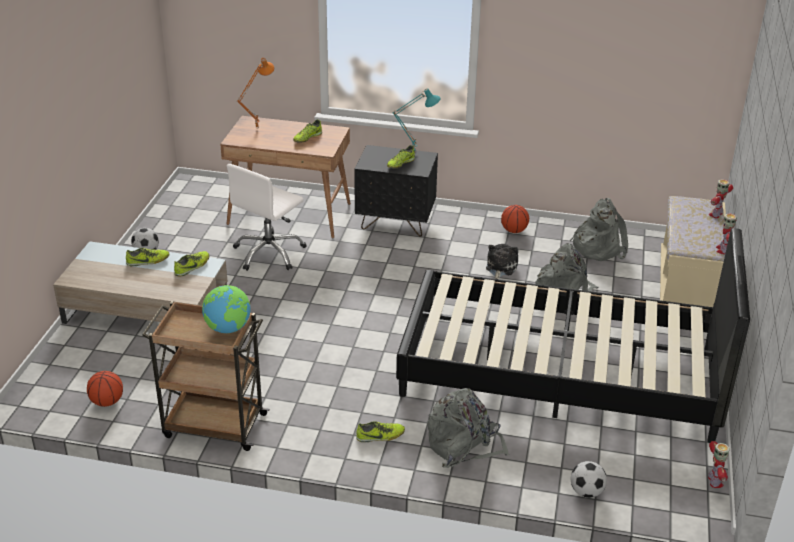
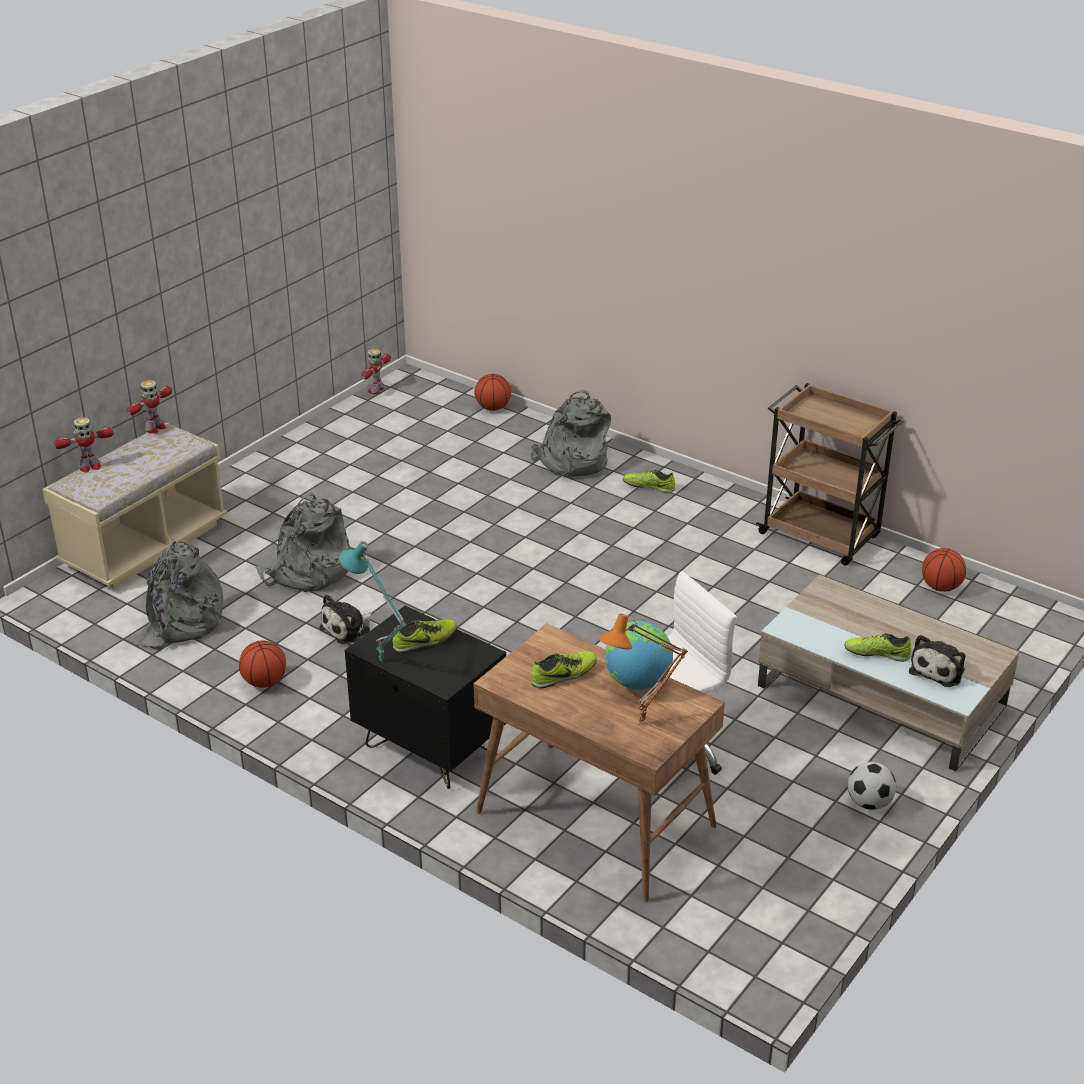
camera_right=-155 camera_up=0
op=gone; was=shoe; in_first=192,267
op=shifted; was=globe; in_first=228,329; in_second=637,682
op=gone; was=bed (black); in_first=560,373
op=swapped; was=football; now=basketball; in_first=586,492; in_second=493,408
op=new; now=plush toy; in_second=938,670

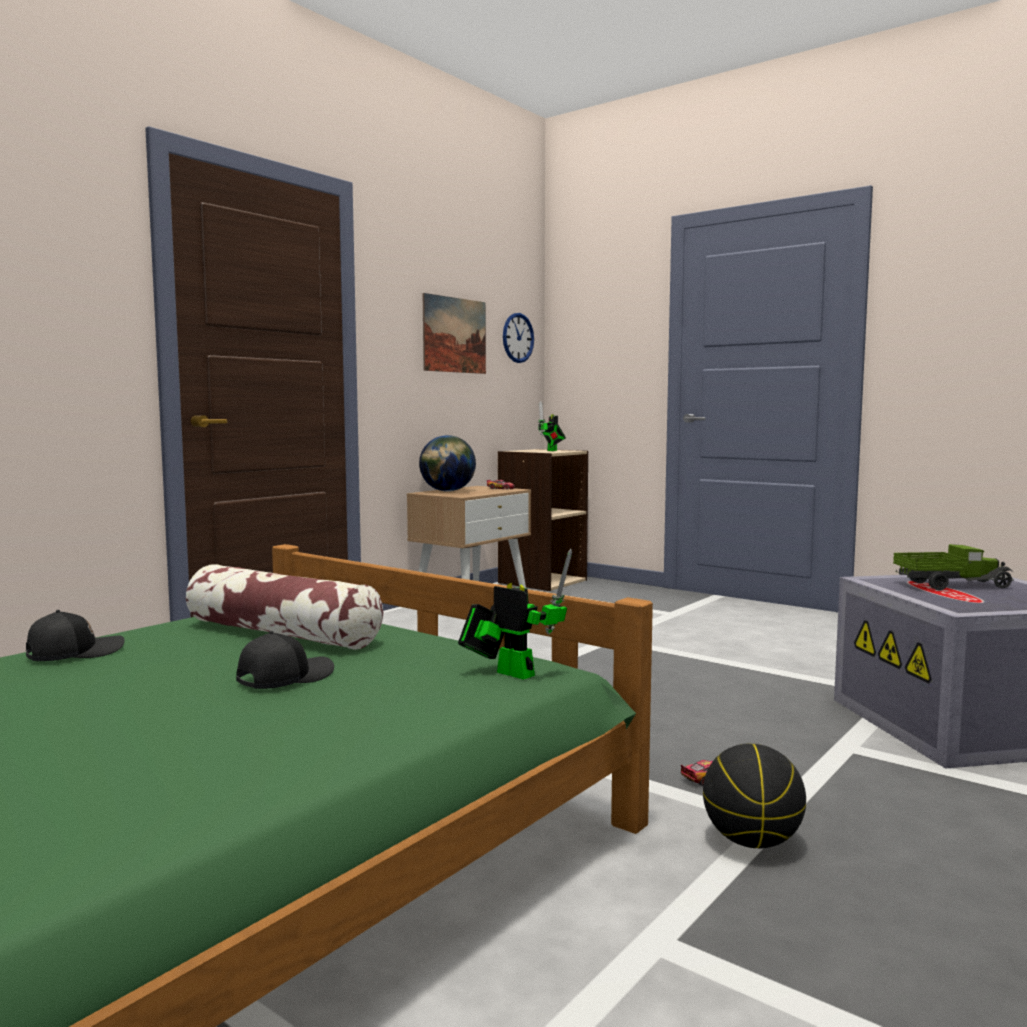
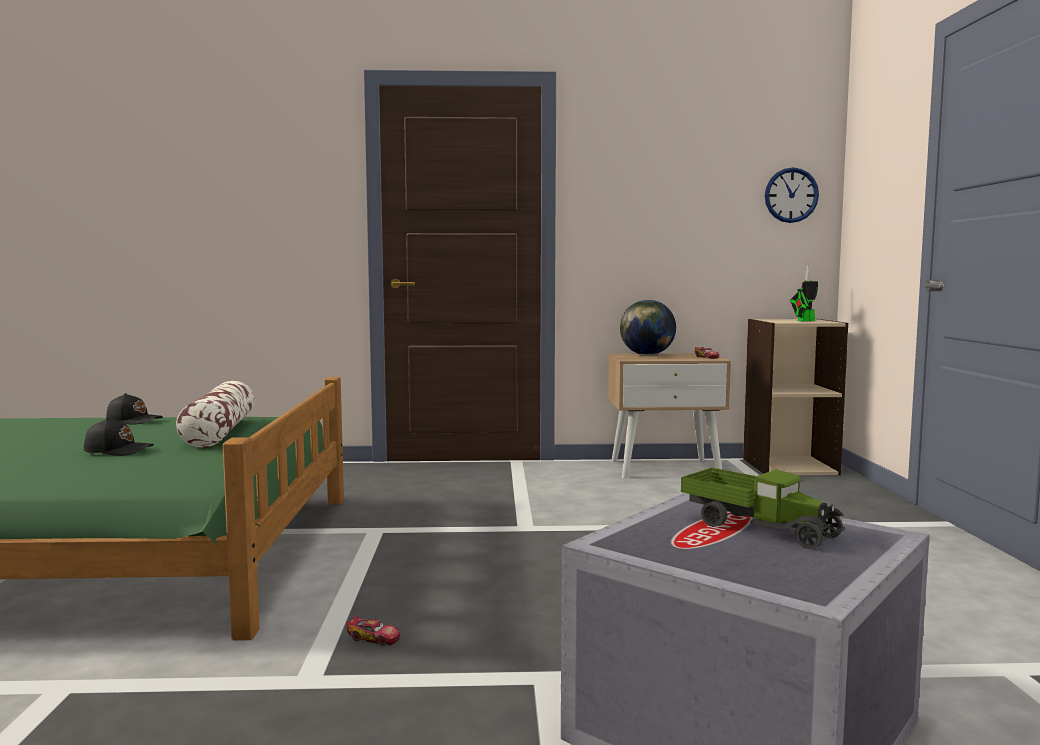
camera_right=50 camera_up=0
op=gone; was=picture; in_first=454,335
op=gone; was=toy robot; in_first=510,672
op=gone; was=basketball; in_first=751,842

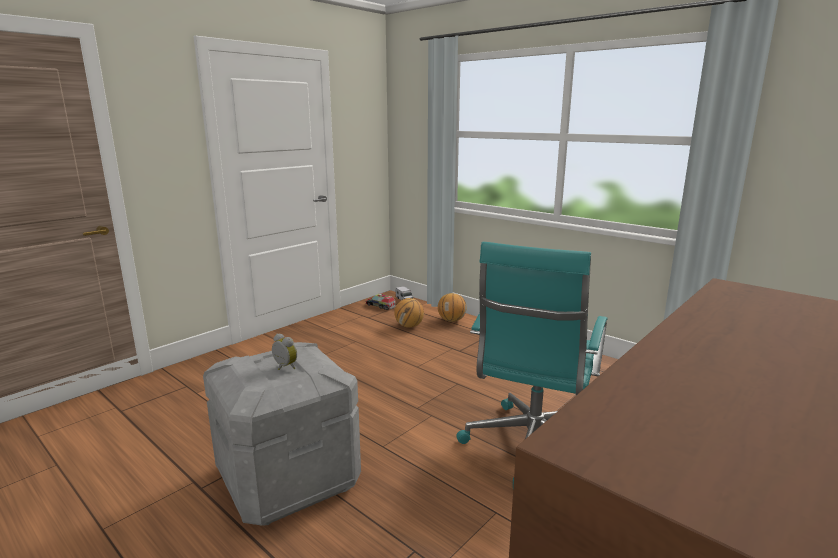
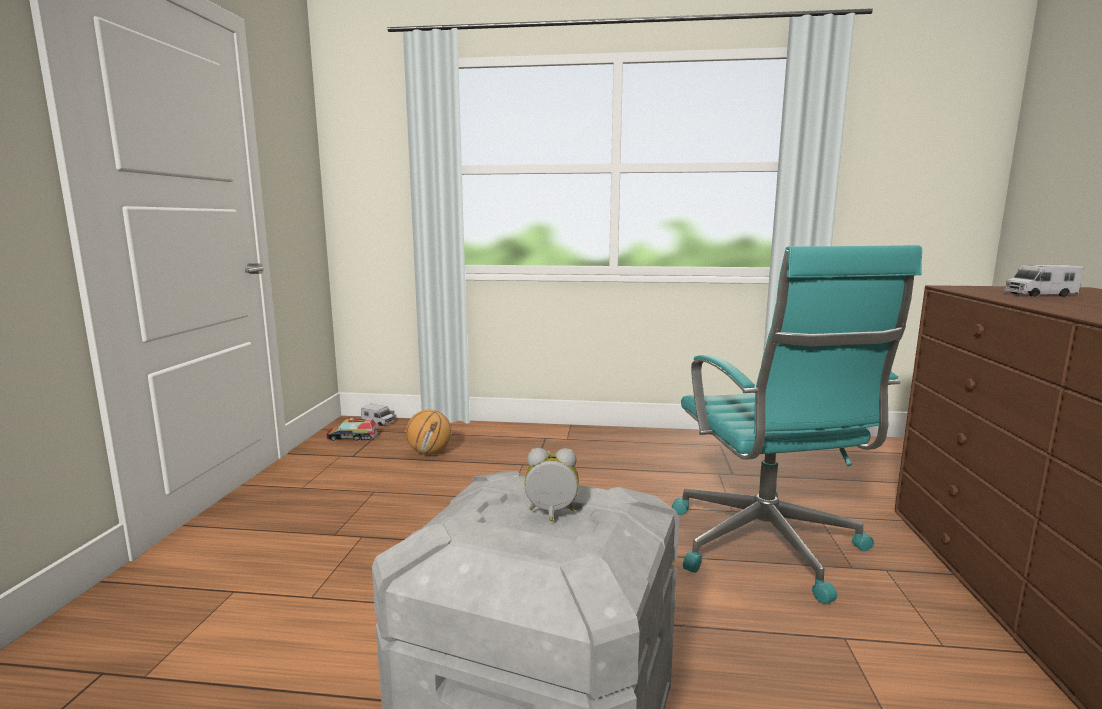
camera_right=-35 camera_up=-5
op=gone; was=basketball; in_first=451,320
op=new; now=toy truck; in_second=1039,295

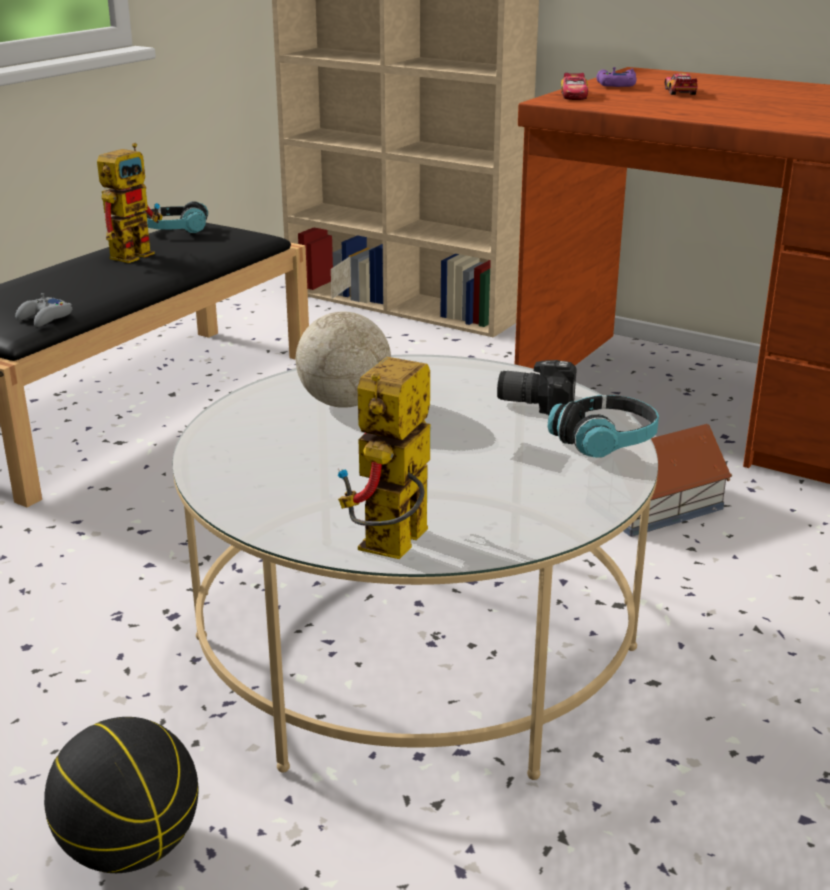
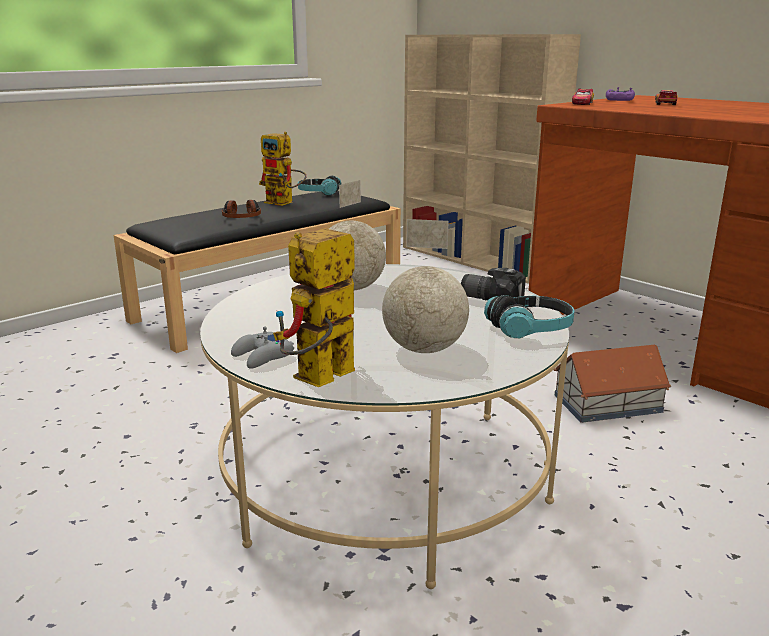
camera_right=15 camera_up=-5
op=shifted; was=game controller (grey); in_first=45,318; in_second=262,356
op=gone; was=basketball; in_first=131,847
op=rotated; was=toy robot; in_first=135,253; in_second=285,203; clockwise=75
op=new; now=headphones; in_second=242,218
op=new; now=globe; in_second=425,350

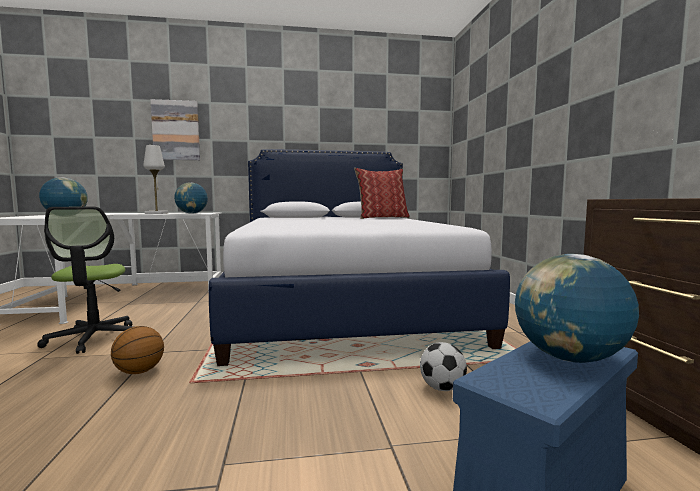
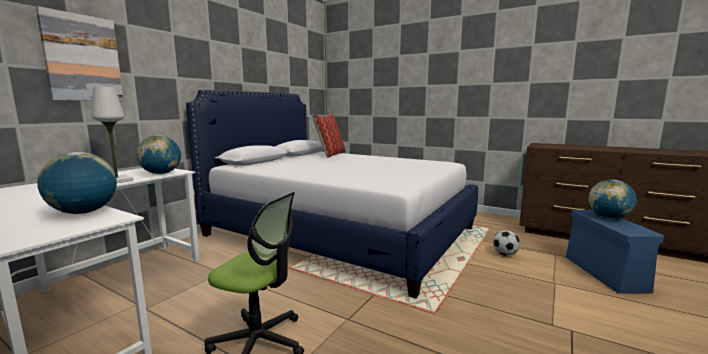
camera_right=-50 camera_up=5
op=gone; was=basketball; in_first=139,372

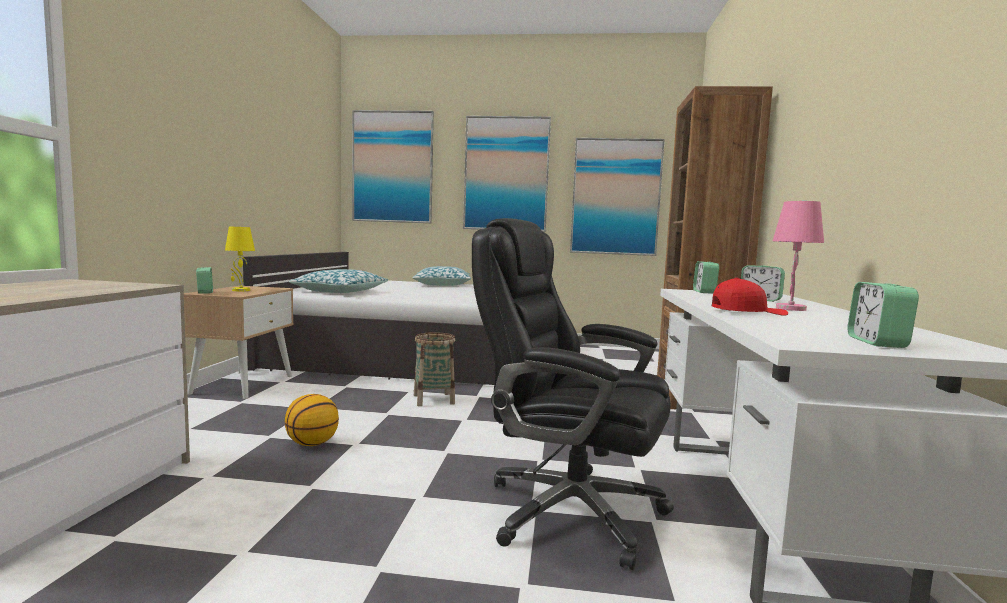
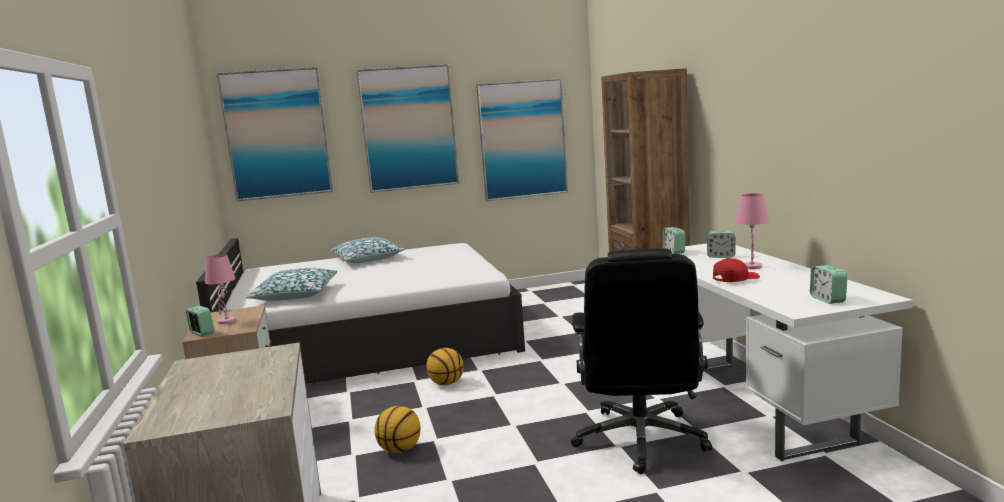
camera_right=-20 camera_up=5
op=repainted; was=table lamp (yellow); now=table lamp (pink); in_first=240,290; in_second=227,321
op=swapped; was=basket; now=basketball; in_first=434,399; in_second=446,383
op=rotated; was=office chair (black); in_first=568,510; in_second=640,440; clockwise=-90

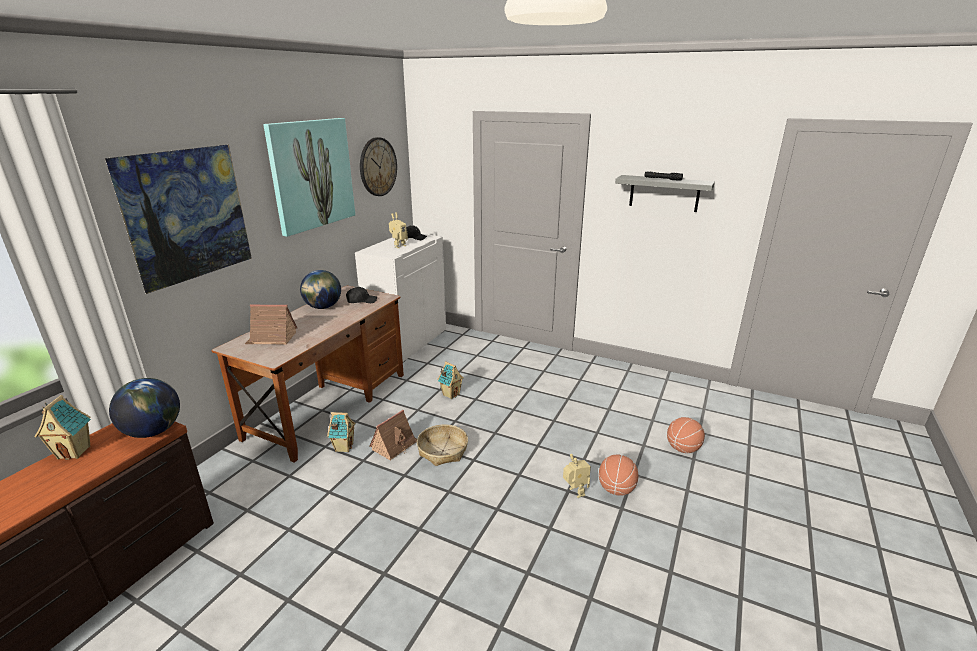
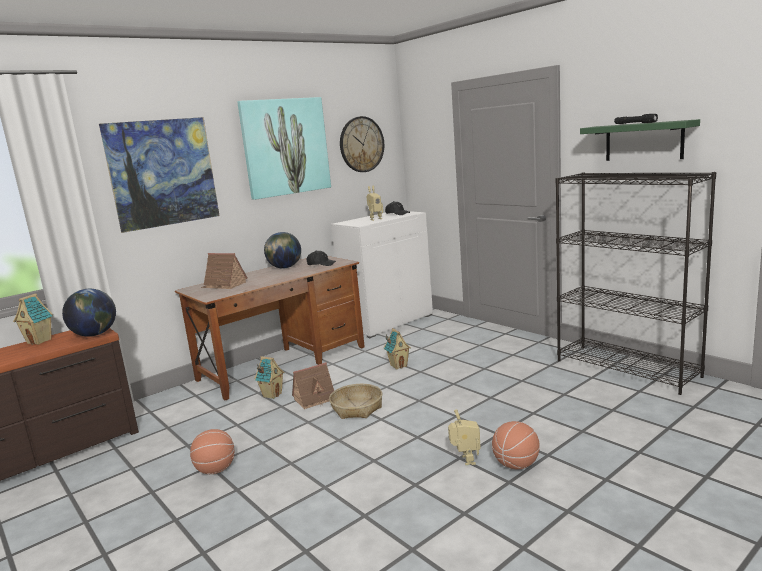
camera_right=25 camera_up=-10
op=repainted; was=shelf (grey); now=shelf (green); in_first=664,193; in_second=643,141
op=shifted; was=basketball; in_first=683,448; in_second=216,470
op=new; now=bookcase (black); in_second=627,368

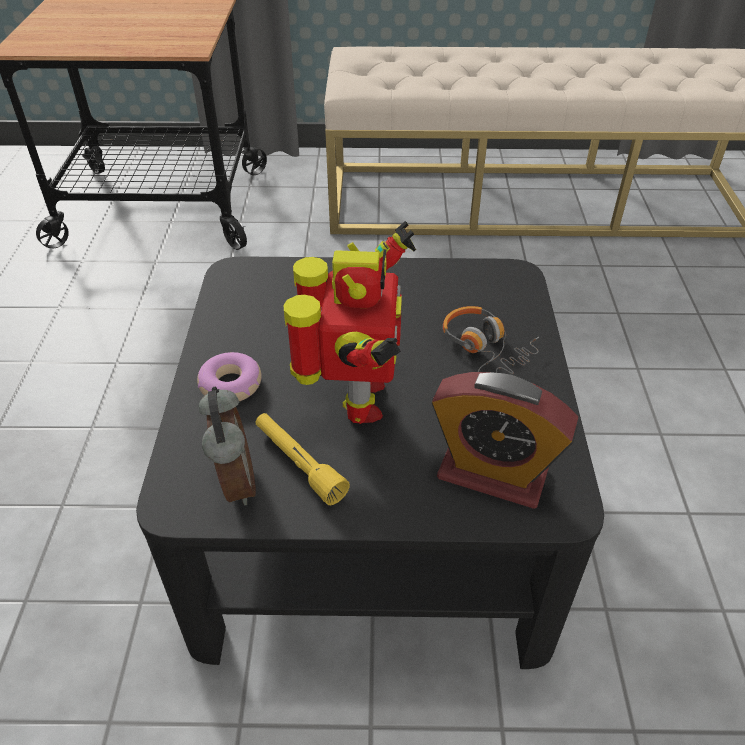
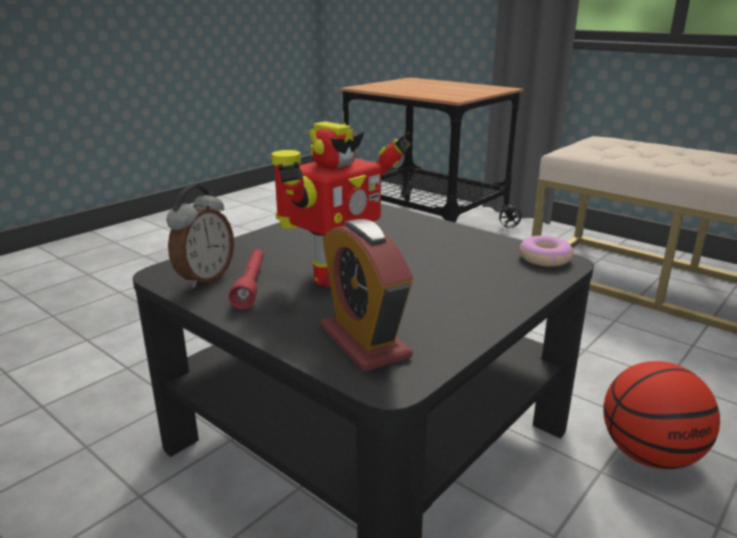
camera_right=40 camera_up=-20
op=shifted; was=donut; in_first=231,385; in_second=545,258
op=repainted; was=flashlight (yellow); now=flashlight (red); in_first=299,464; in_second=251,285
op=gone; was=headphones; in_first=484,349
op=new; now=basketball; in_second=649,455

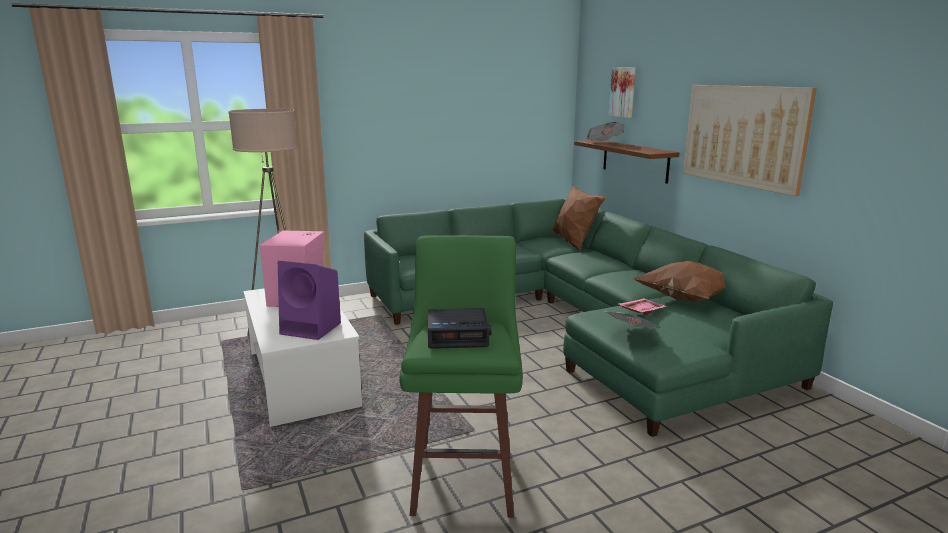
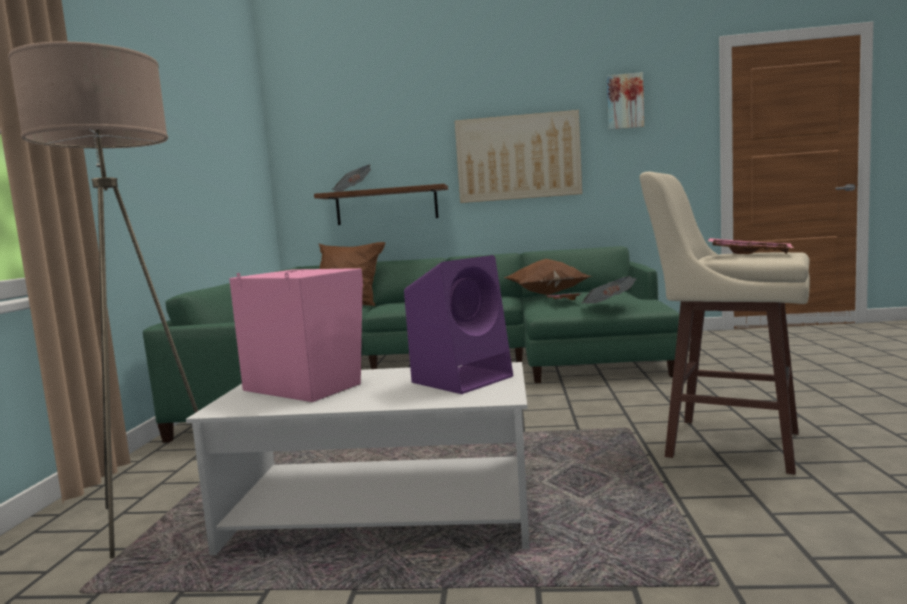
camera_right=-60 camera_up=-10
op=repainted; was=stool (green); now=stool (beige); in_first=465,480; in_second=728,443
op=swapped; was=alarm clock; now=tray (pink); in_first=458,335; in_second=749,254
op=shifted; was=picture; in_first=623,92; in_second=624,101

